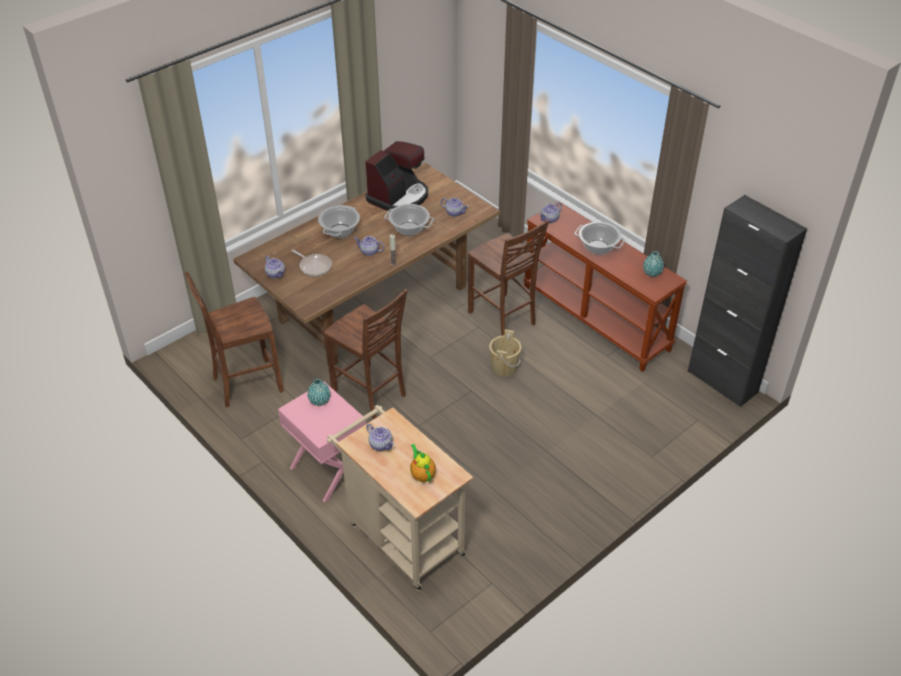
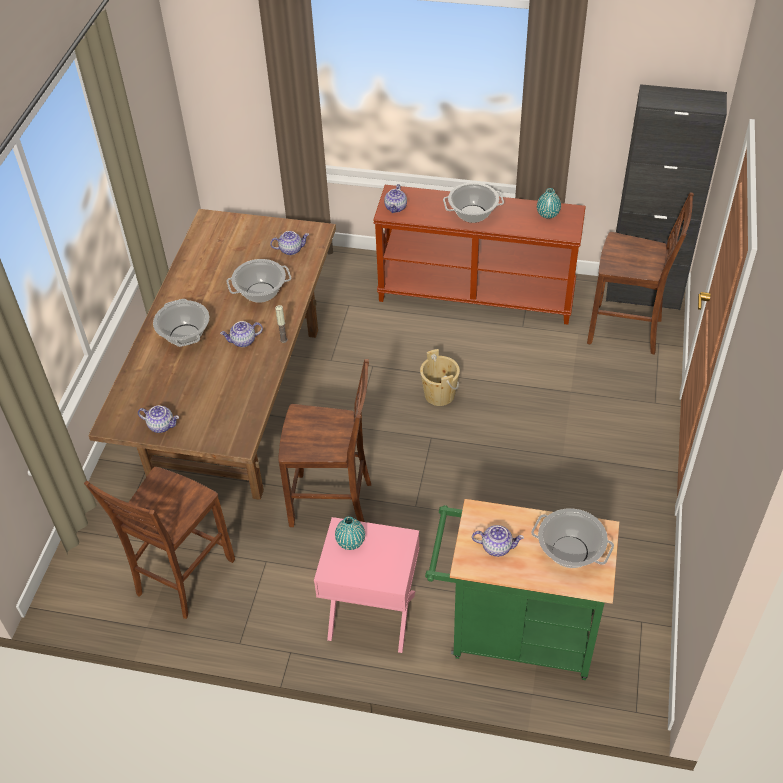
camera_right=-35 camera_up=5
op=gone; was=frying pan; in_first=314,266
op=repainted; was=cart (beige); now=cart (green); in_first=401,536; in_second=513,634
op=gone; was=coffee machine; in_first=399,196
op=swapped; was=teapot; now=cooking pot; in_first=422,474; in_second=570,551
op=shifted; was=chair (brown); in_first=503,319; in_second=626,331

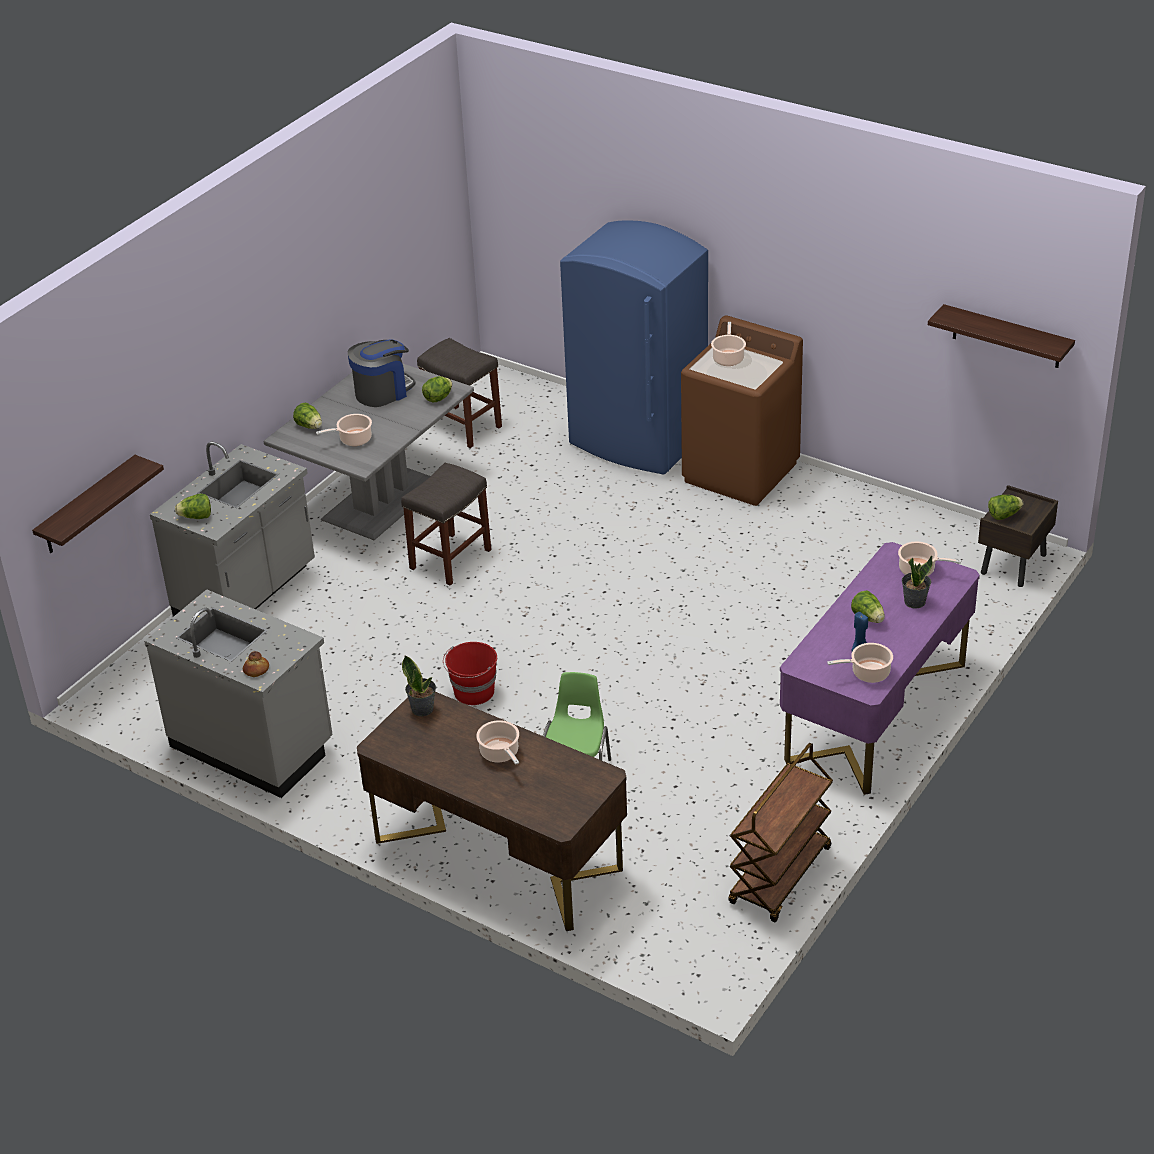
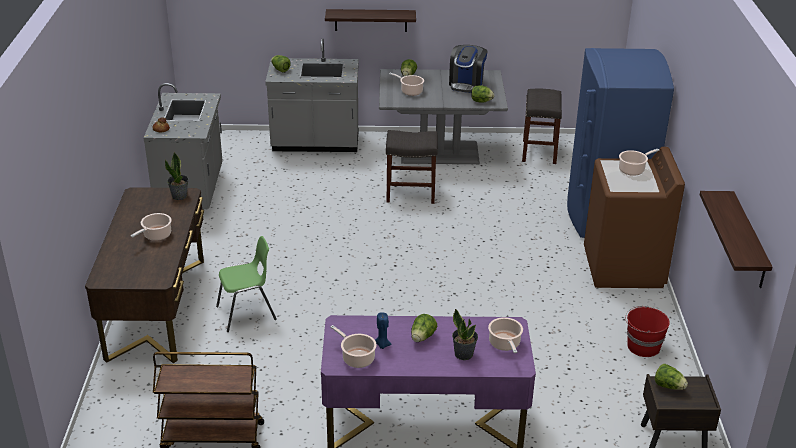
camera_right=55 camera_up=-5
op=shifted; was=shelf; in_first=88,506; in_second=371,20
op=rotated; was=coffee machine; in_first=383,392; in_second=466,84; clockwise=90
op=shifted; was=bucket (red); in_first=473,692; in_second=642,346

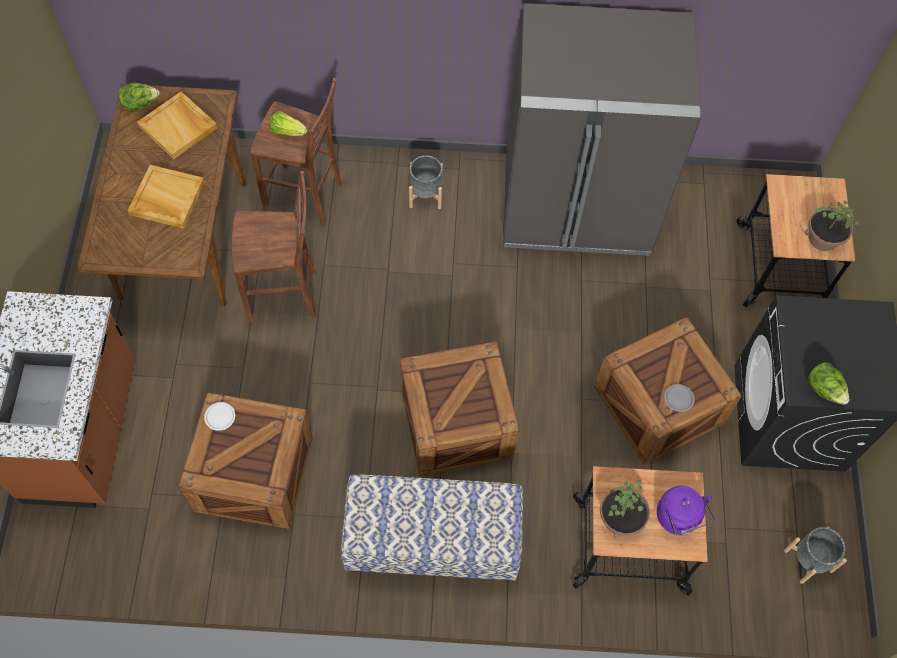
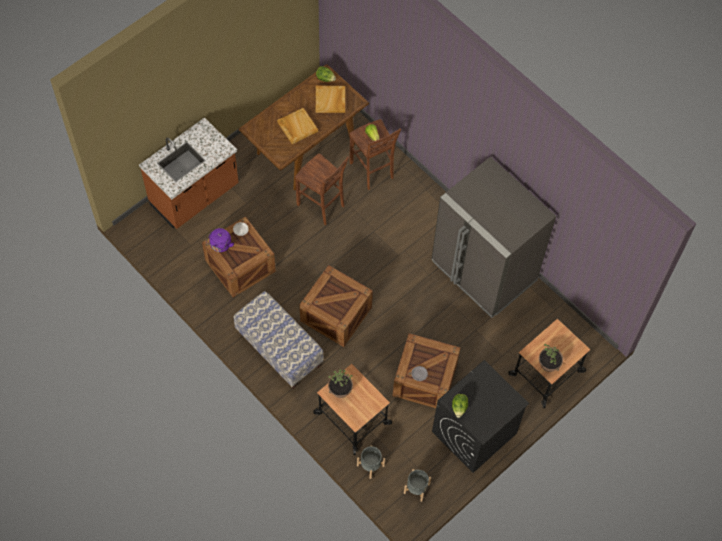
camera_right=45 camera_up=0
op=shifted; was=planter (grey); in_first=425,195; in_second=370,465
op=shifted; was=kettle (purple); in_first=679,519; in_second=220,246

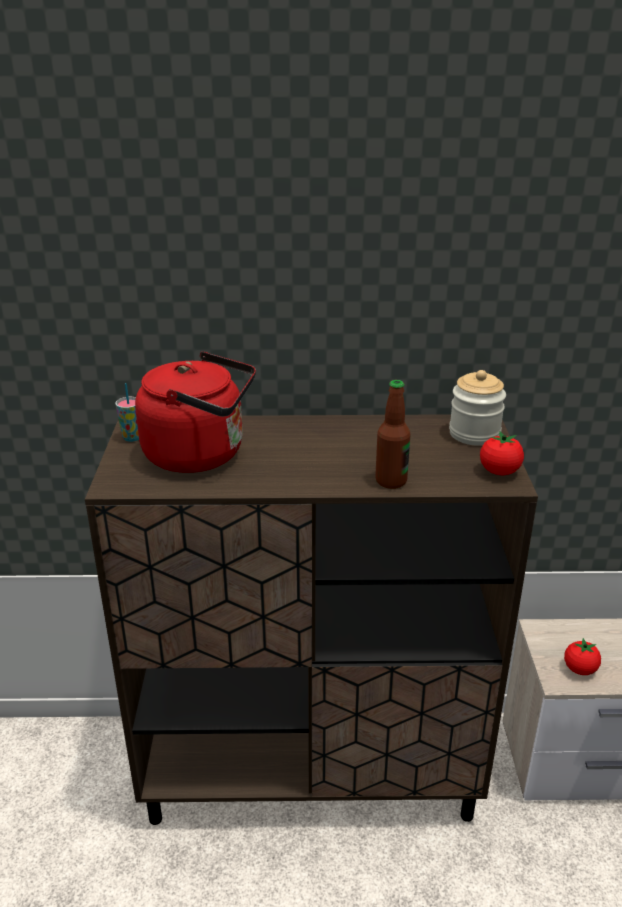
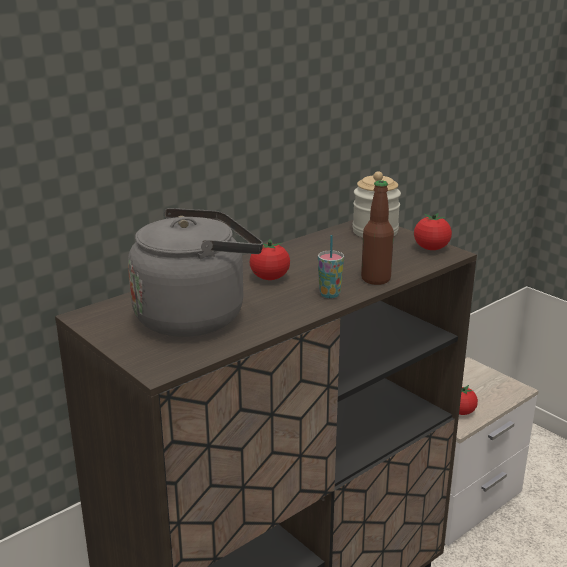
camera_right=-40 camera_up=-5
op=shifted; was=cup; in_first=132,437; in_second=329,294
op=repainted; was=kettle (red); now=kettle (grey); in_first=201,454; in_second=196,316
op=new; now=tomato; in_second=270,278

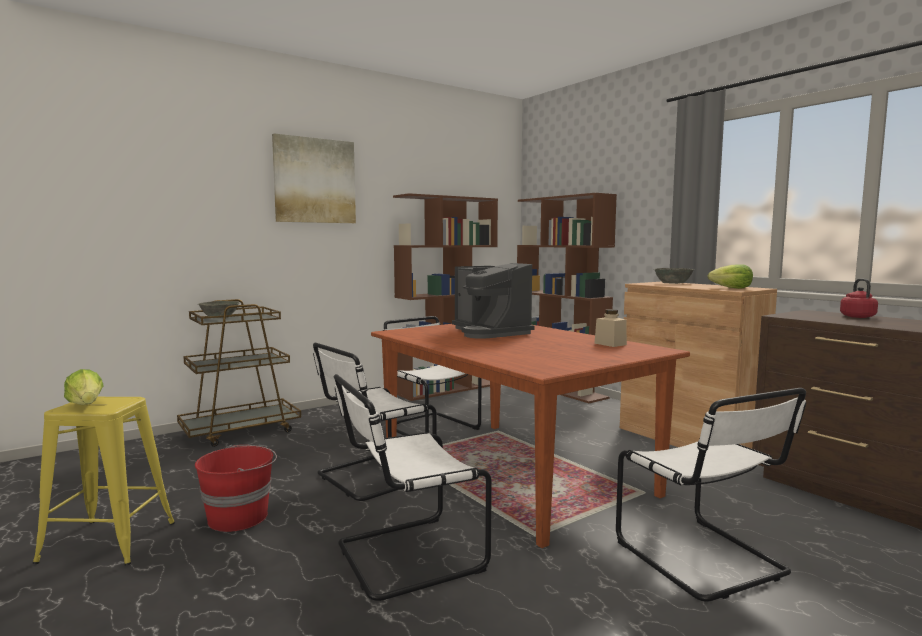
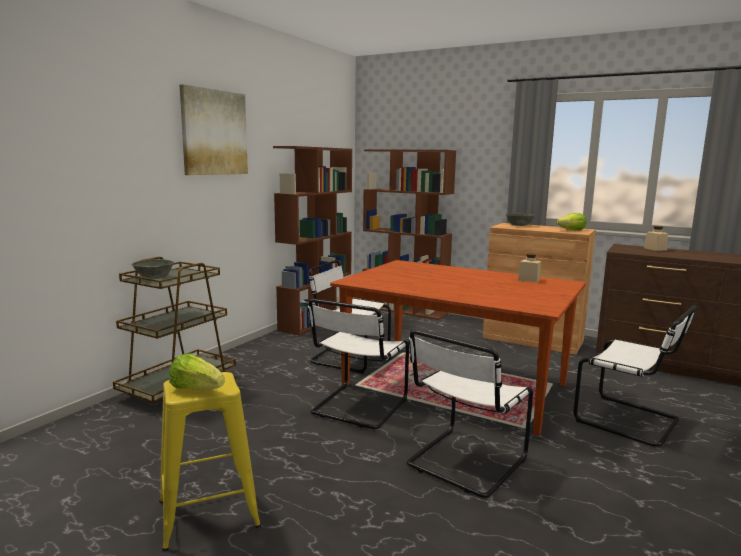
camera_right=-25 camera_up=5
op=gone; was=bucket (red); in_first=239,517
op=gone; was=coffee machine; in_first=490,332
op=swapped; was=kettle (red); now=jar (beige); in_first=856,316; in_second=655,249

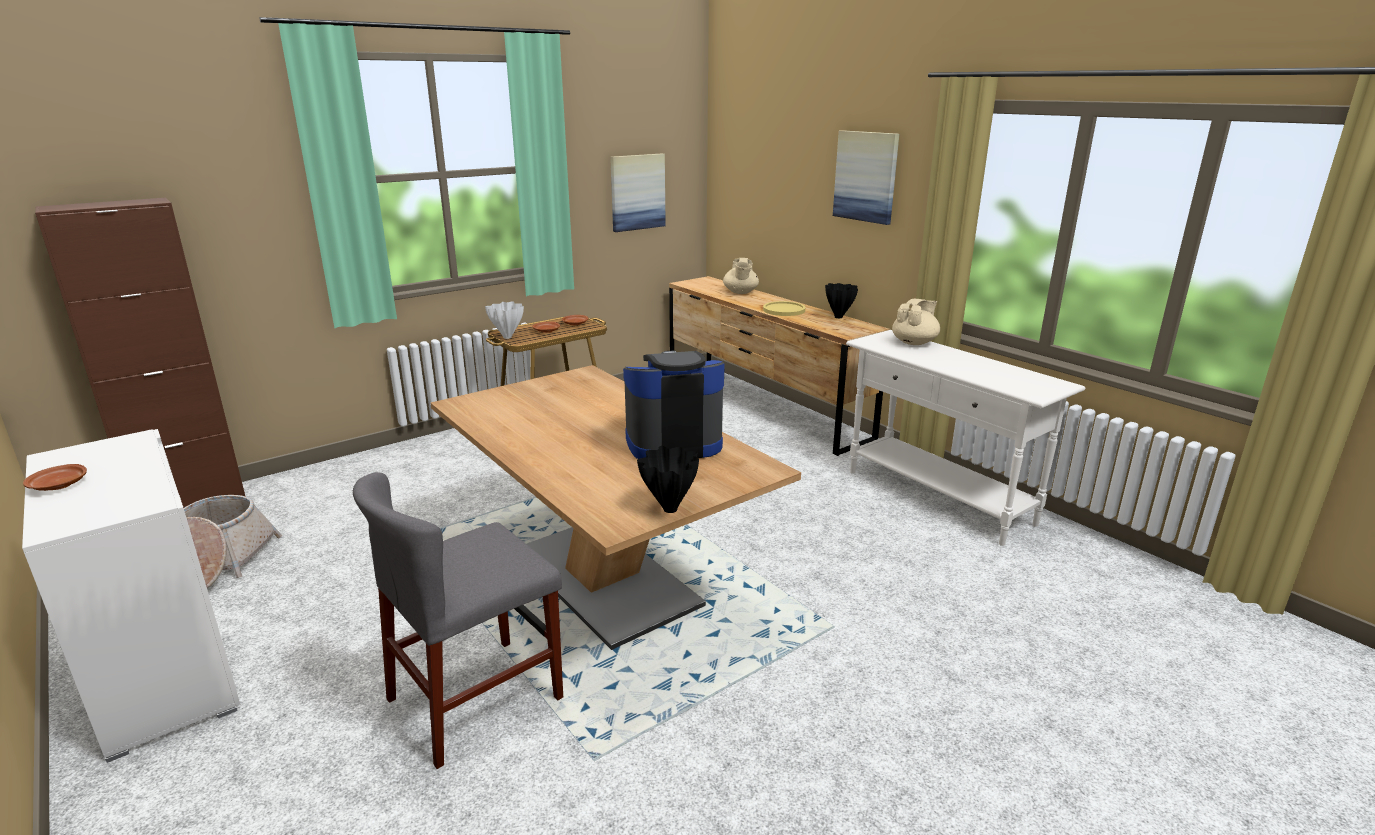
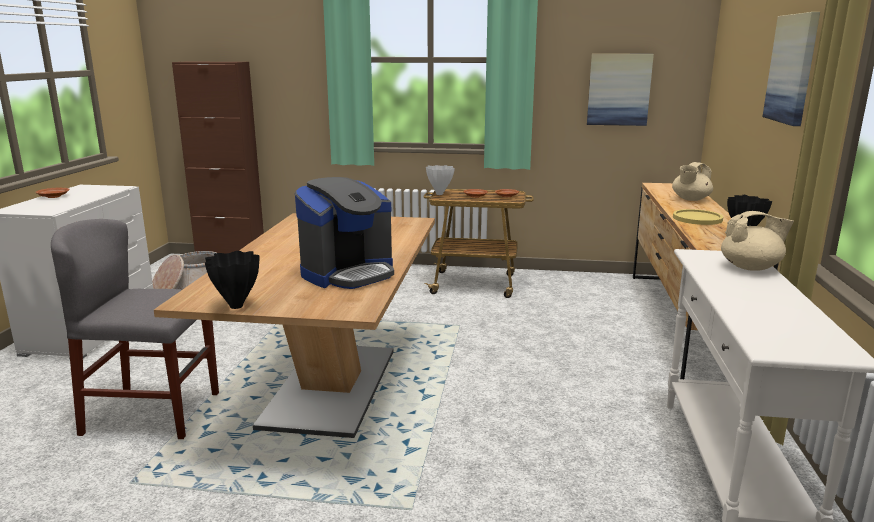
camera_right=45 camera_up=-5
op=rotated; was=coffee machine; in_first=673,443; in_second=348,273; clockwise=105

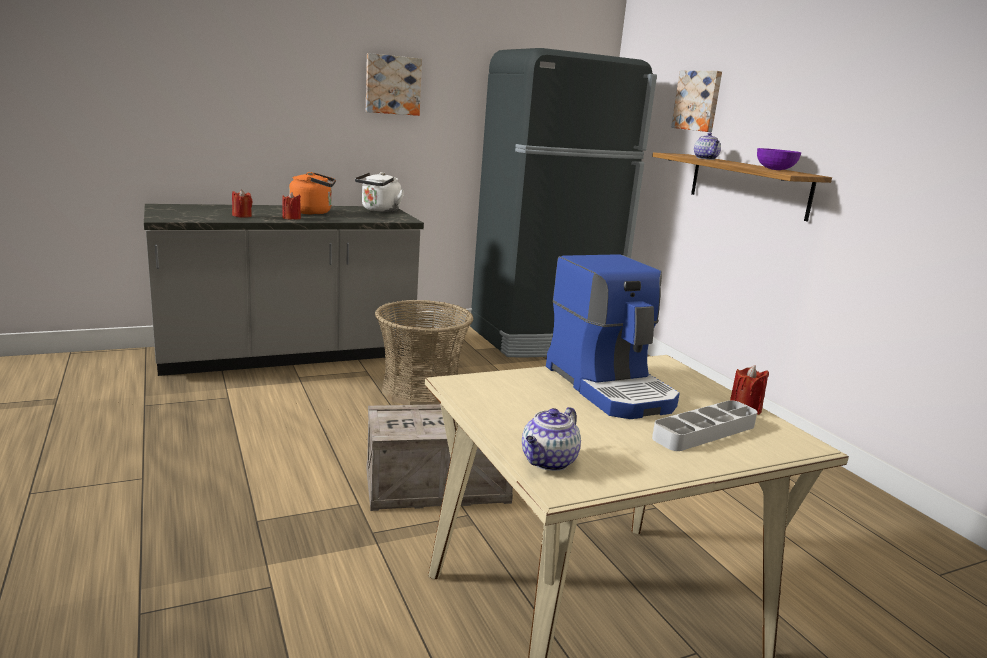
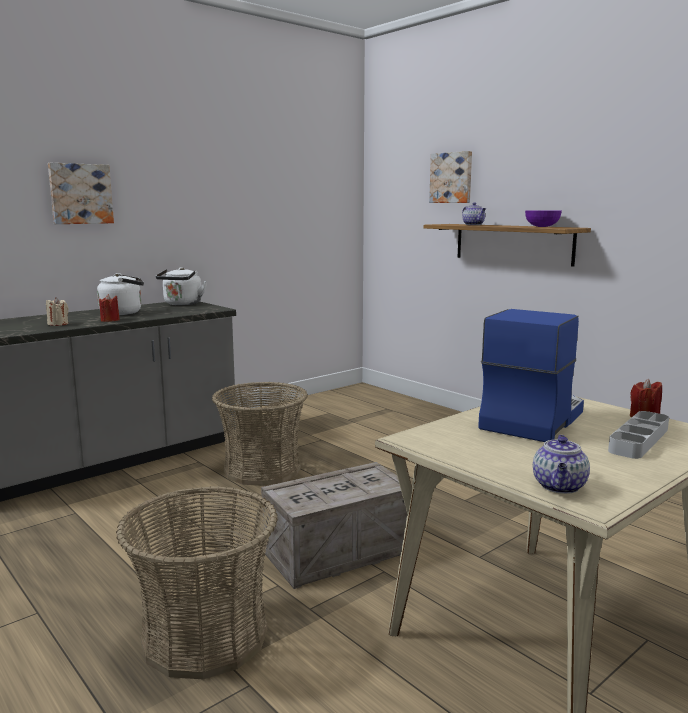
camera_right=-15 camera_up=-5
op=repainted; was=candle (red); now=candle (beige); in_first=242,216; in_second=58,324
op=repainted; was=kettle (orange); now=kettle (white); in_first=314,212; in_second=124,313
op=shifted; was=picture; in_first=392,85; in_second=80,194
op=gone; was=fridge (black); in_first=543,339
op=rotated; was=coffee machine; in_first=611,387; in_second=531,419; clockwise=-105
op=new; now=basket; in_second=204,636

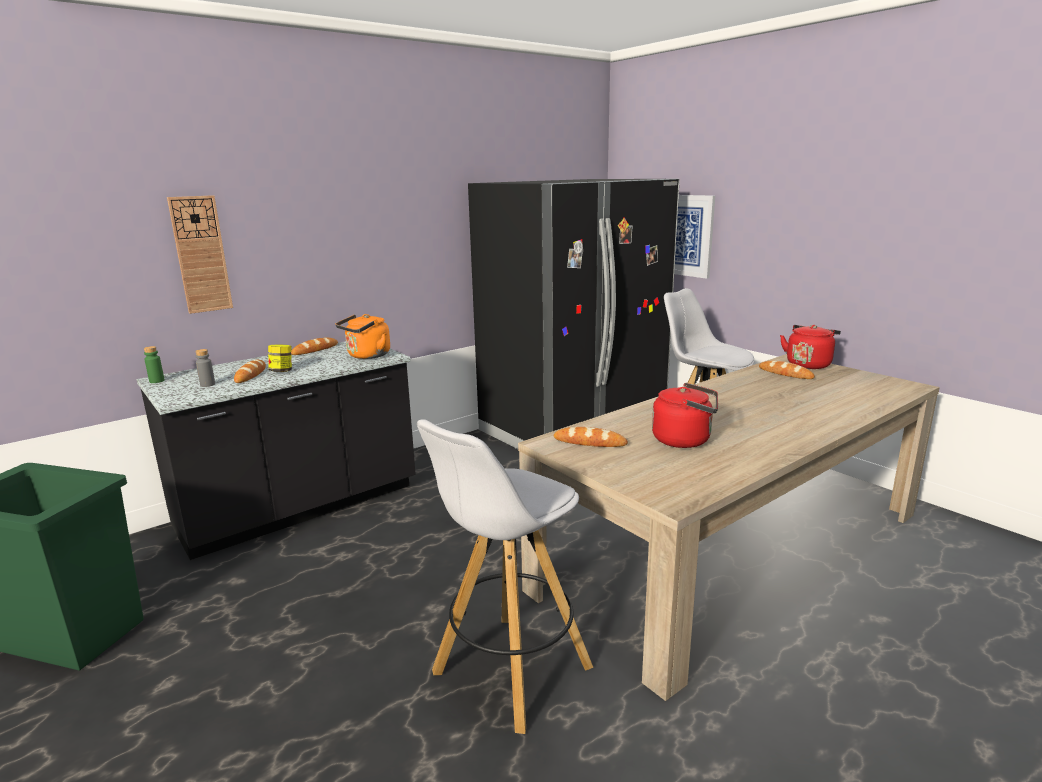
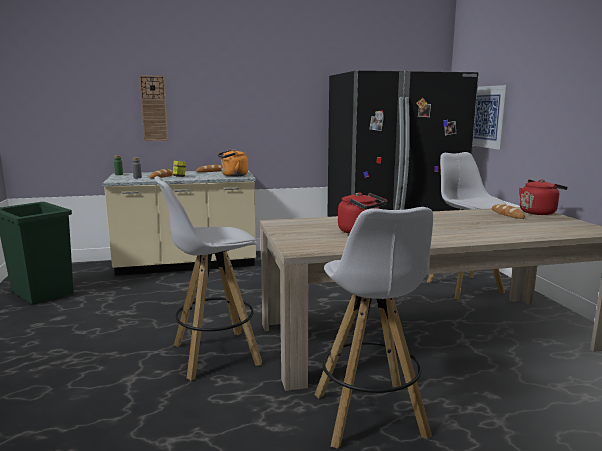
camera_right=25 camera_up=-5
op=repainted; was=counter (black); now=counter (beige); in_first=299,508; in_second=187,265
op=gone; was=bread; in_first=590,442
op=new; now=stool (white); in_second=370,417

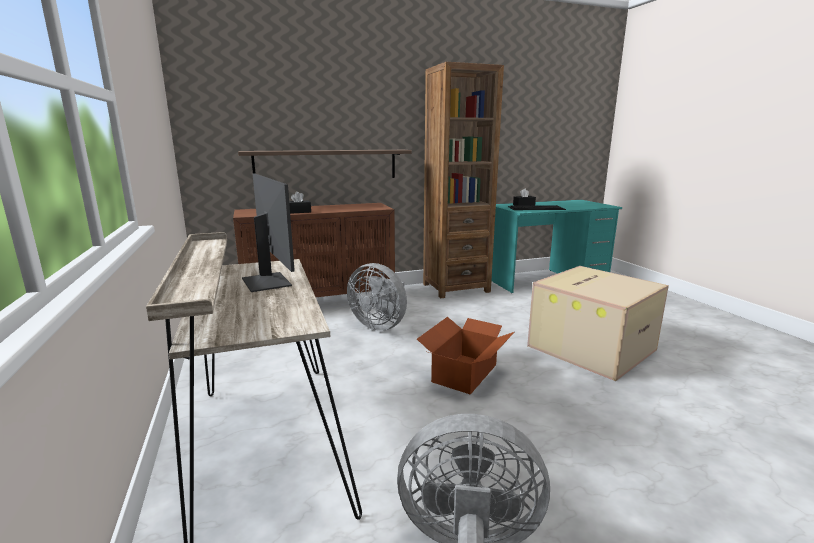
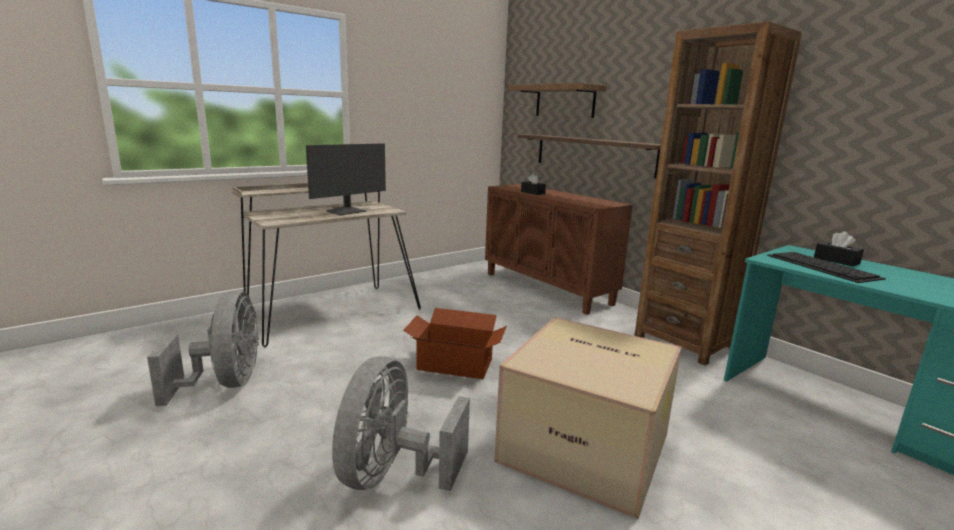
camera_right=70 camera_up=0
op=shifted; was=fan (grey); in_first=380,325; in_second=392,474
op=new; now=shelf; in_second=565,101

